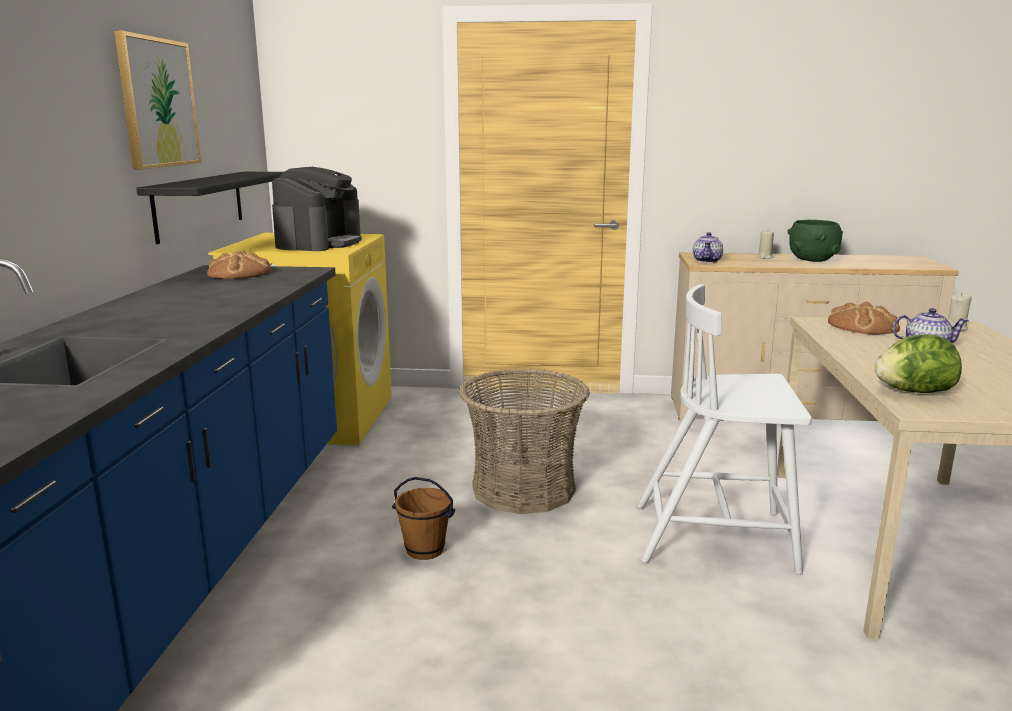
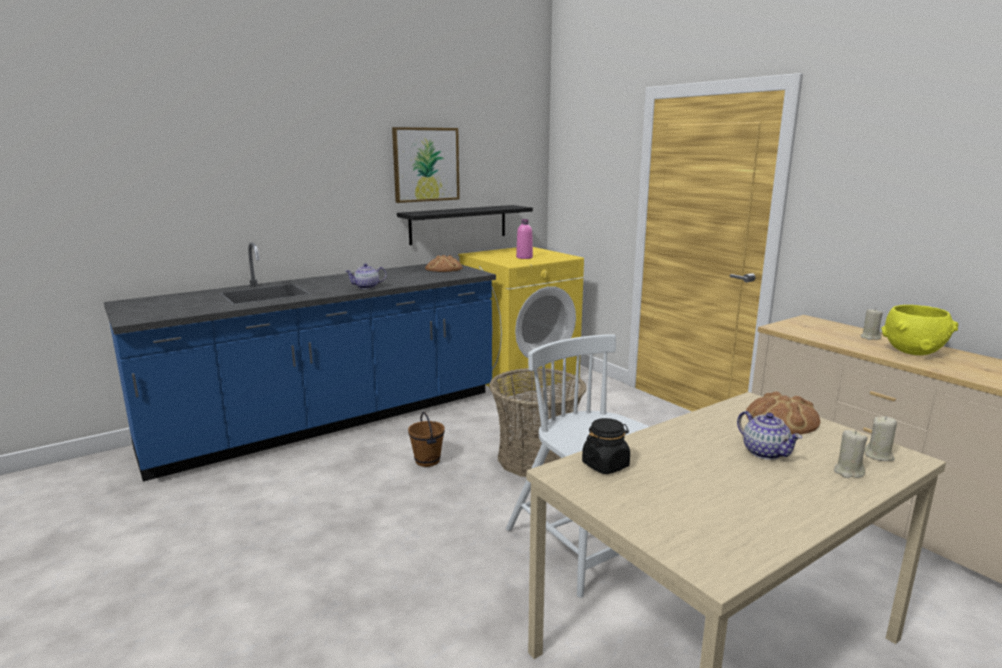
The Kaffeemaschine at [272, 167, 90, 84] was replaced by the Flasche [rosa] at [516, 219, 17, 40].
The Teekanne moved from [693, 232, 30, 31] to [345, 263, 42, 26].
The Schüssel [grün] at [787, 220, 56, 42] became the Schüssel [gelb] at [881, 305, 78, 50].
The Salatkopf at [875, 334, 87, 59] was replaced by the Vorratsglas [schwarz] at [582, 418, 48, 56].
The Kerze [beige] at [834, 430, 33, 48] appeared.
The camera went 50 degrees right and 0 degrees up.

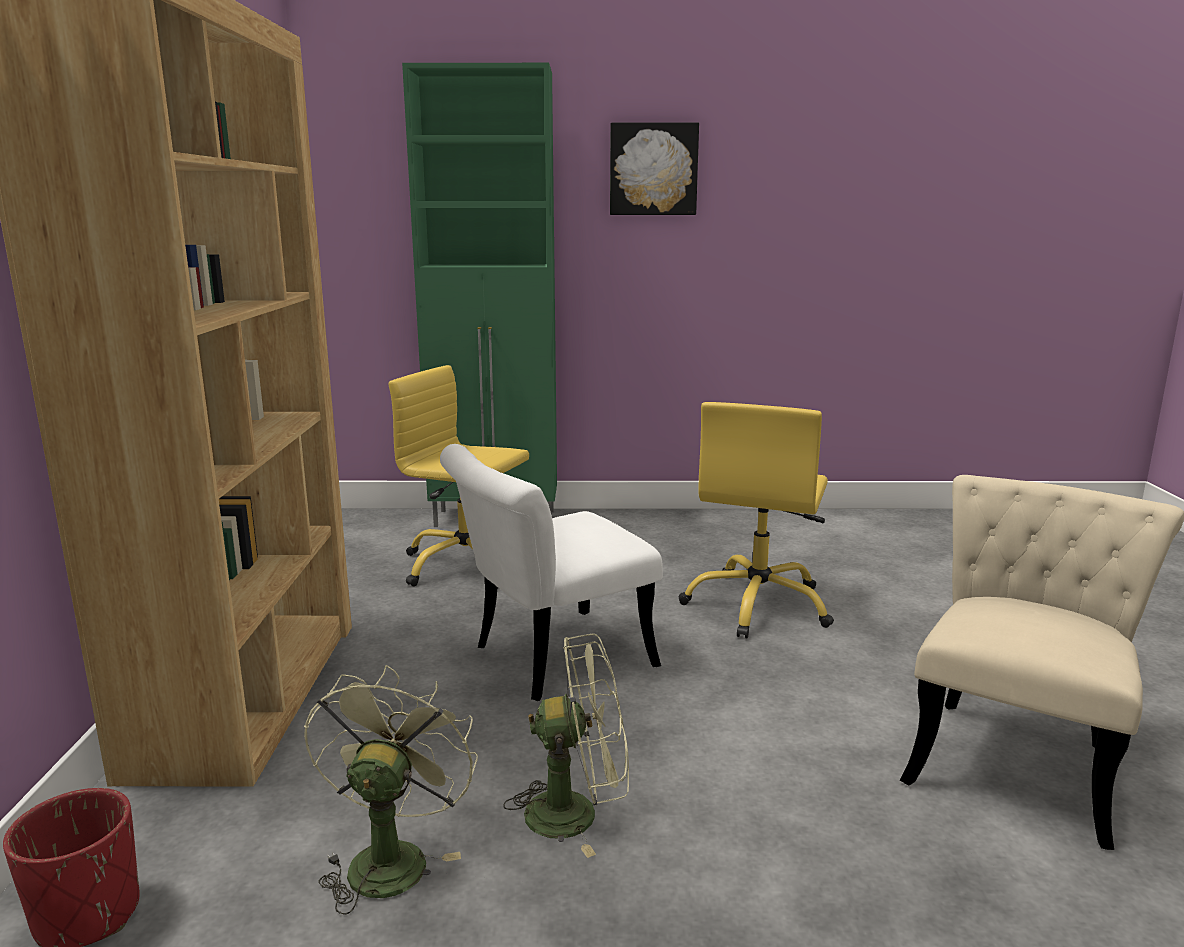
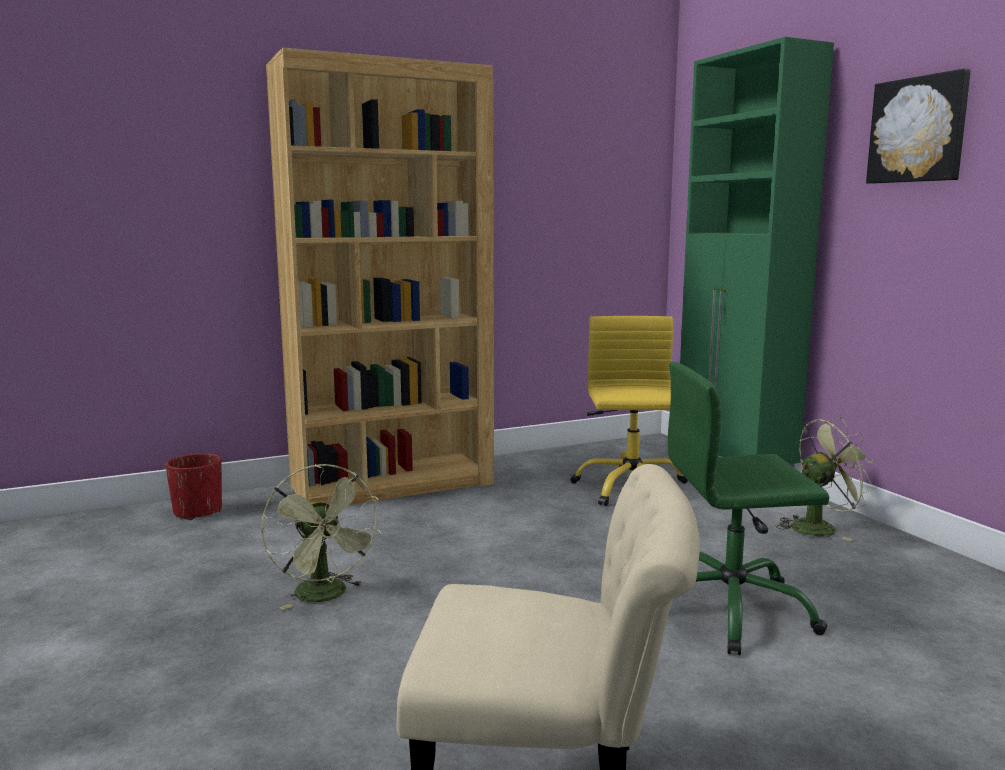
The Ventilator [grün] moved from [304, 665, 174, 250] to [776, 417, 101, 124].
The Stuhl [weiß] at [440, 444, 223, 257] disappeared.
The Bürostuhl [gelb] at [679, 402, 155, 236] became the Bürostuhl [grün] at [668, 361, 161, 294].
The camera went 65 degrees right and 5 degrees down.

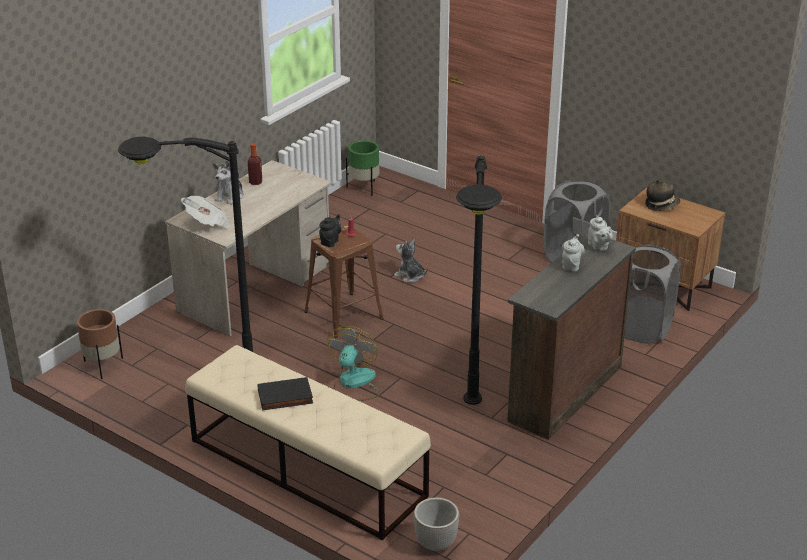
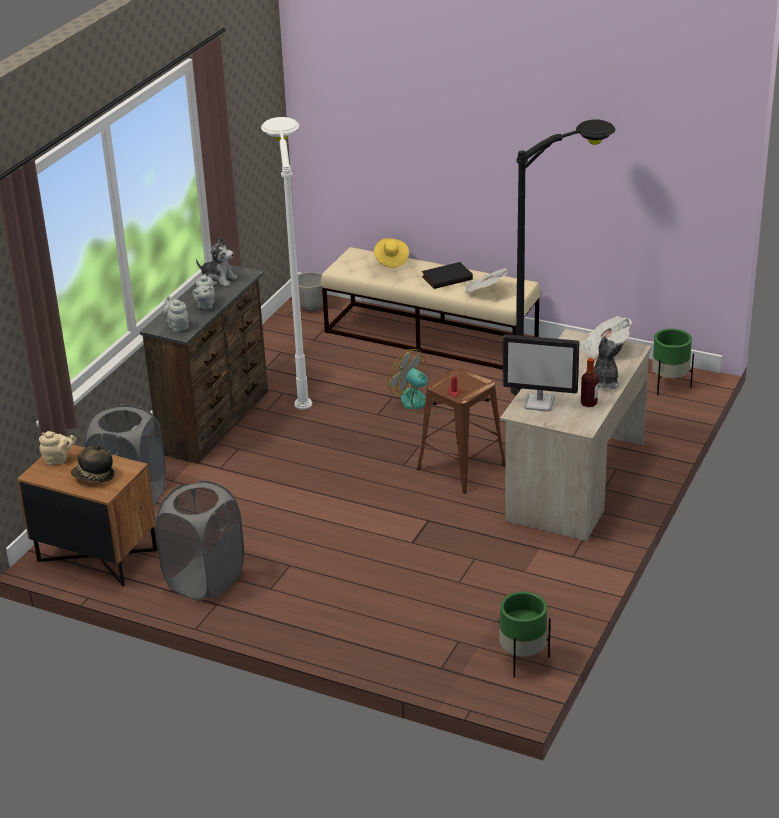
The Pflanzkübel [braun] at [77, 309, 46, 70] became the Pflanzkübel [grün] at [652, 328, 42, 67].
The Teekanne [schwarz] at [319, 214, 22, 33] disappeared.
The Ventilator at [327, 326, 53, 75] turned 120 degrees clockwise.
The Plüschtier moved from [394, 239, 34, 44] to [196, 238, 42, 48].
The Stehlampe [schwarz] at [456, 156, 46, 249] became the Stehlampe [weiß] at [261, 117, 51, 292].
The Teekanne [beige] at [39, 431, 37, 34] appeared.
The Hut [gelb] at [374, 238, 35, 30] appeared.
The Zeitung at [464, 268, 44, 25] appeared.
The Monitor at [503, 334, 77, 77] appeared.
The camera went 170 degrees right and 0 degrees up.

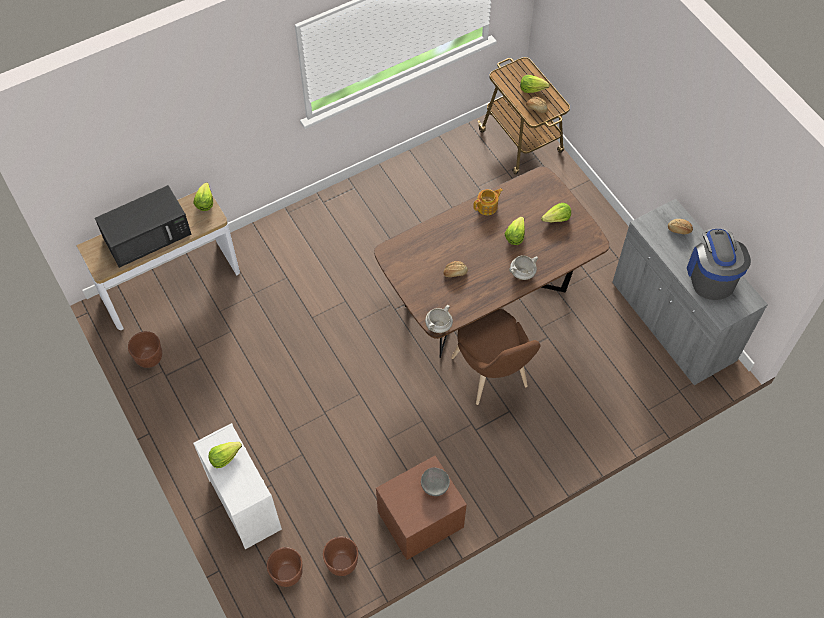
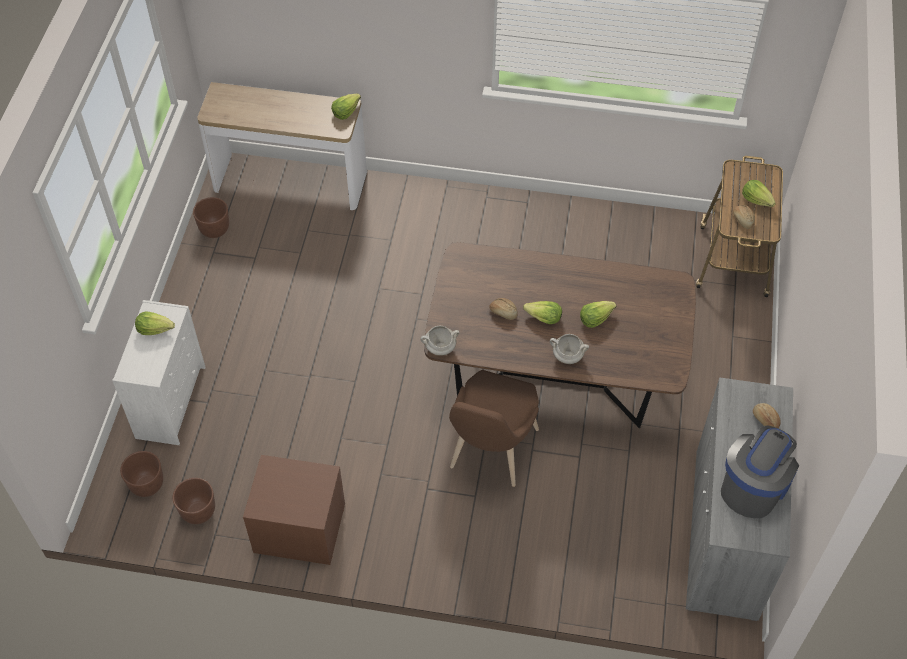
The Mikrowelle [schwarz] at [95, 185, 96, 83] disappeared.
The Schüssel [grau] at [421, 467, 29, 29] disappeared.
The Teekanne at [473, 188, 30, 27] disappeared.
The Salatkopf moved from [541, 203, 30, 19] to [523, 301, 39, 23].
The camera went 40 degrees right and 5 degrees down.

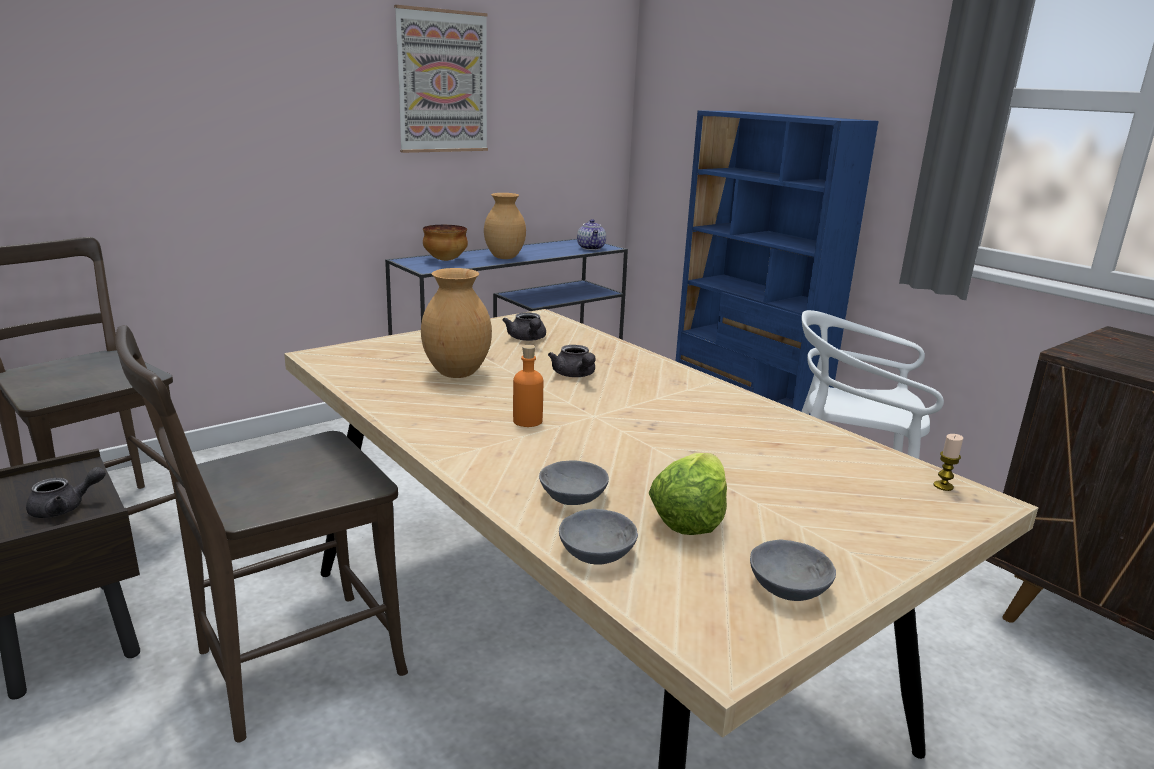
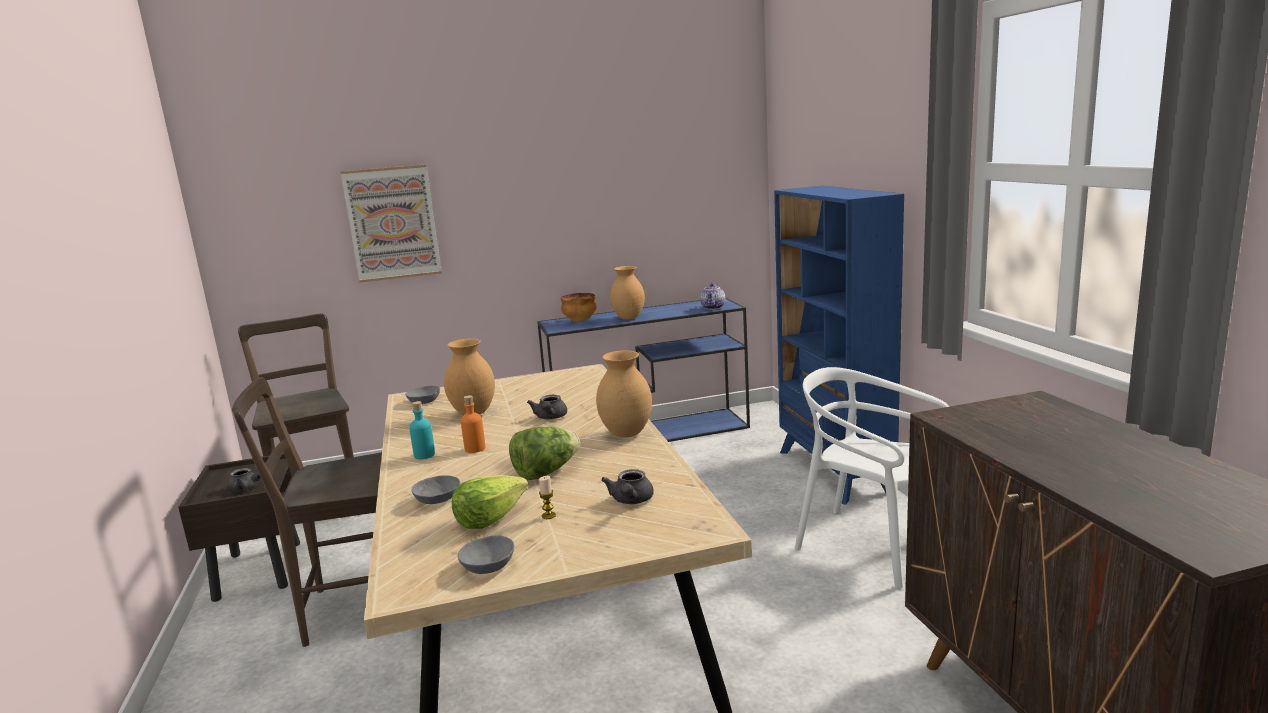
The Bild moved from [394, 5, 94, 148] to [341, 165, 101, 118].
The Teekanne [grau] moved from [502, 312, 44, 29] to [601, 469, 53, 35].
The Schüssel [grau] moved from [559, 509, 79, 56] to [405, 385, 35, 19].
The Kerze moved from [934, 434, 29, 57] to [539, 476, 17, 43].
The Flasche [türkis] at [409, 401, 26, 58] appeared.
The Salatkopf at [509, 427, 71, 53] appeared.
The Vase [braun] at [596, 350, 56, 88] appeared.
The camera went 25 degrees right and 5 degrees down.

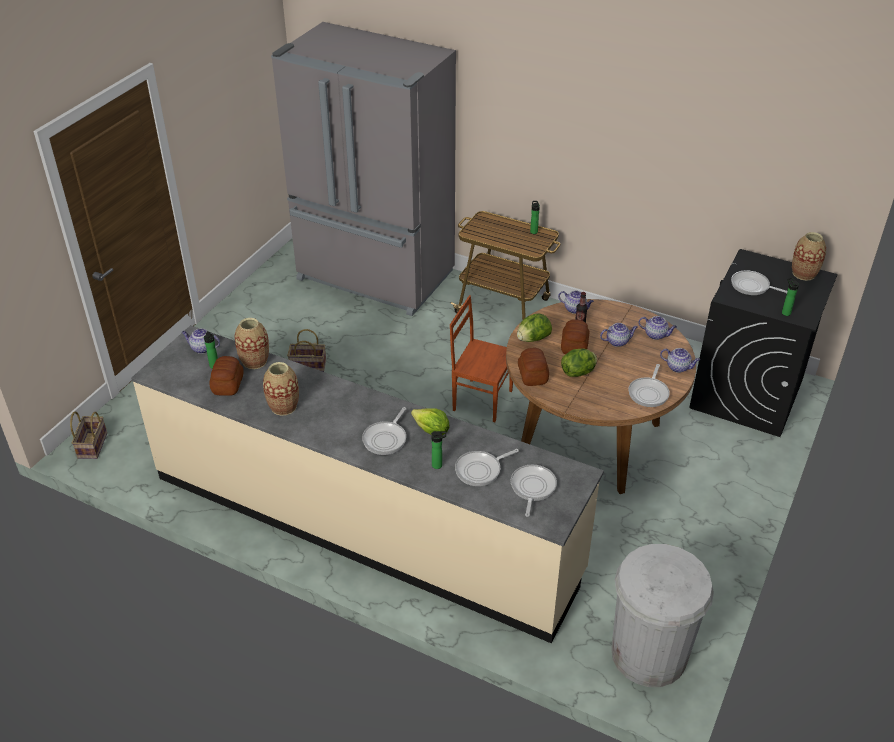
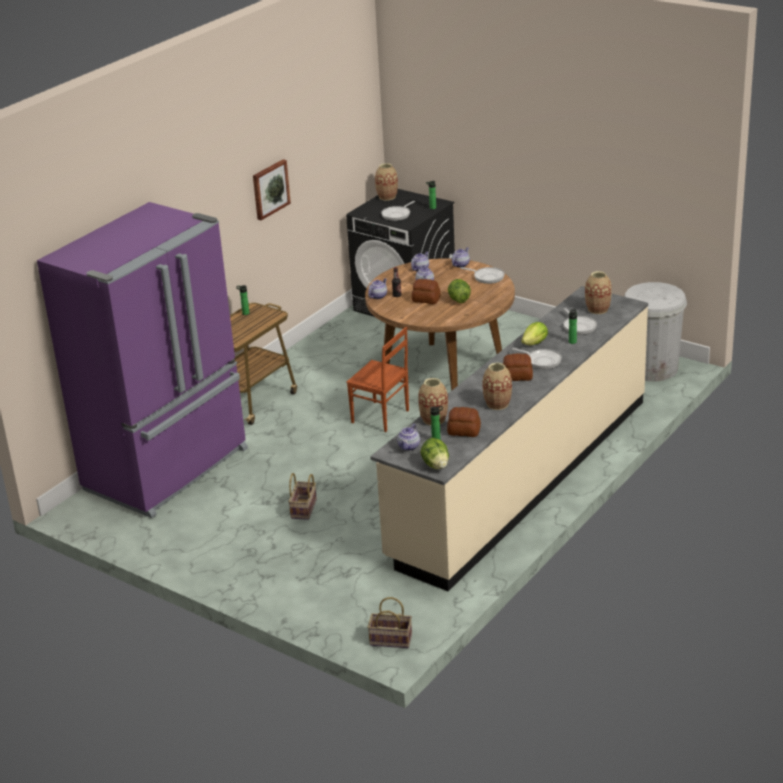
The Kühlschrank [grau] at [271, 22, 185, 294] became the Kühlschrank [lila] at [37, 202, 211, 316].
The Stuhl [braun] at [450, 295, 63, 127] turned 90 degrees counterclockwise.
The Pfanne at [511, 465, 46, 52] was replaced by the Vase at [585, 271, 27, 43].
The Salatkopf moved from [517, 314, 35, 28] to [420, 438, 29, 31].
The Brot moved from [518, 348, 31, 38] to [503, 354, 30, 27].
The Bild at [253, 159, 38, 61] appeared.
The camera went 80 degrees left and 10 degrees down.

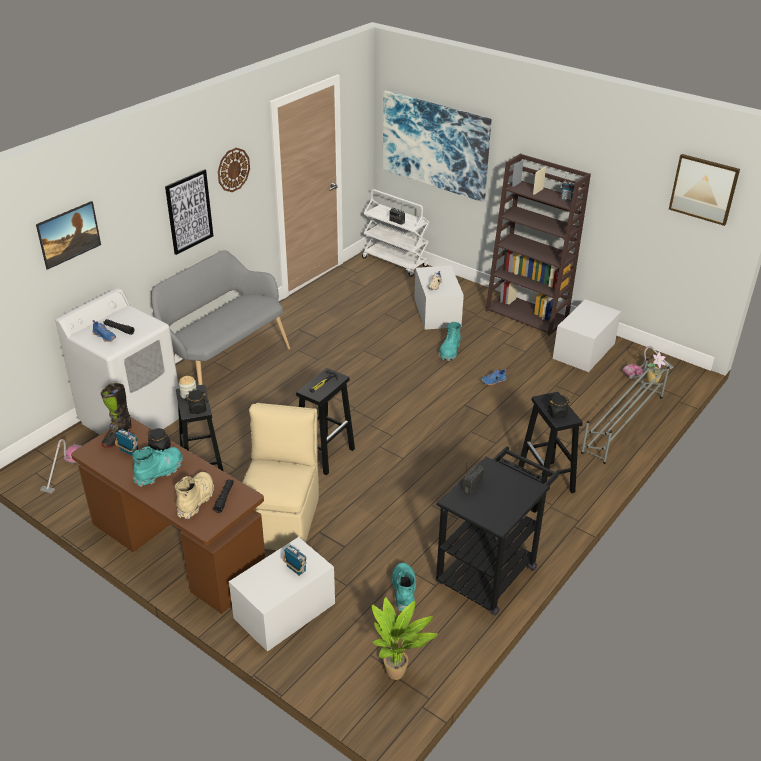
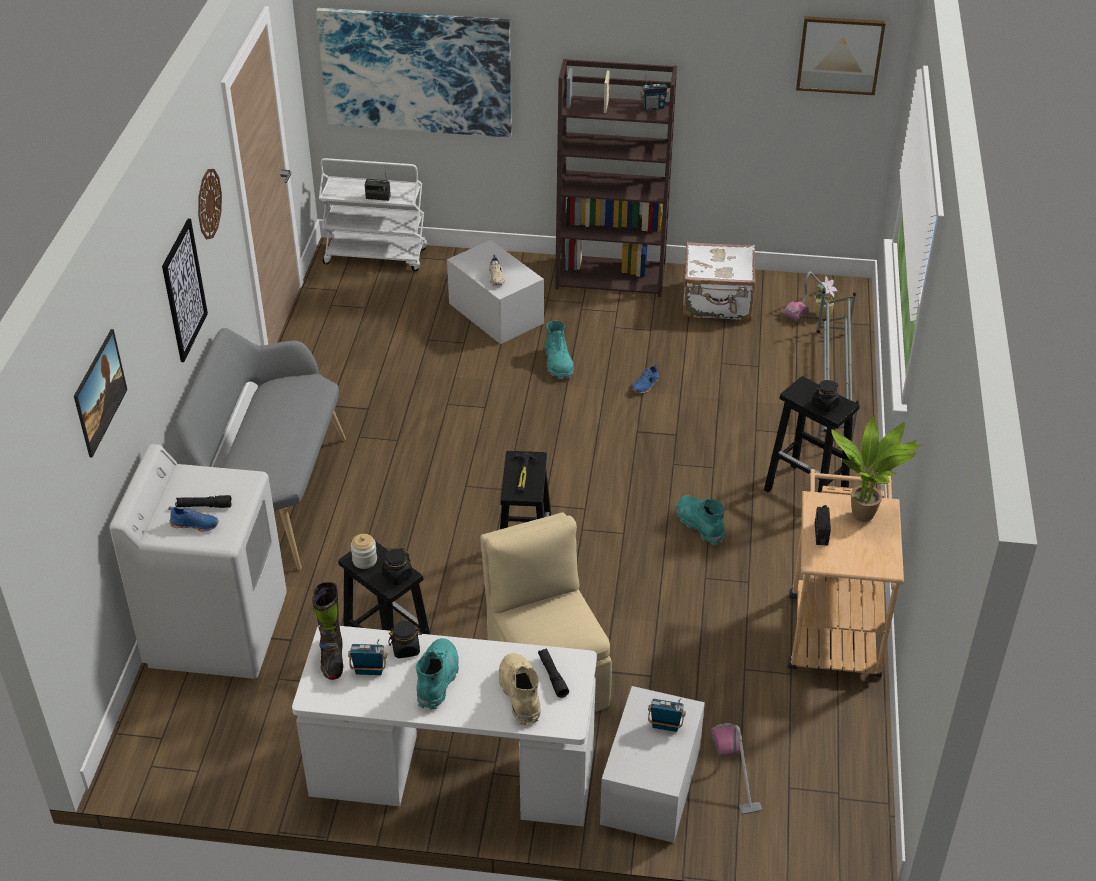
The Staubsauger moved from [40, 439, 42, 54] to [711, 723, 51, 92].
The Schreibtisch [braun] at [71, 417, 194, 197] became the Schreibtisch [weiß] at [292, 626, 305, 201].
The Topfpflanze moved from [372, 597, 66, 83] to [831, 416, 91, 106].
The Stiefel [türkis] moved from [392, 563, 24, 48] to [676, 496, 49, 49].
The Rollwagen [schwarz] at [436, 446, 124, 169] became the Rollwagen [beige] at [788, 469, 116, 209].
The Aufbewahrungsbox [weiß] at [553, 299, 68, 73] was replaced by the Koffer [weiß] at [683, 242, 73, 79].
The camera went 30 degrees left and 5 degrees up.

